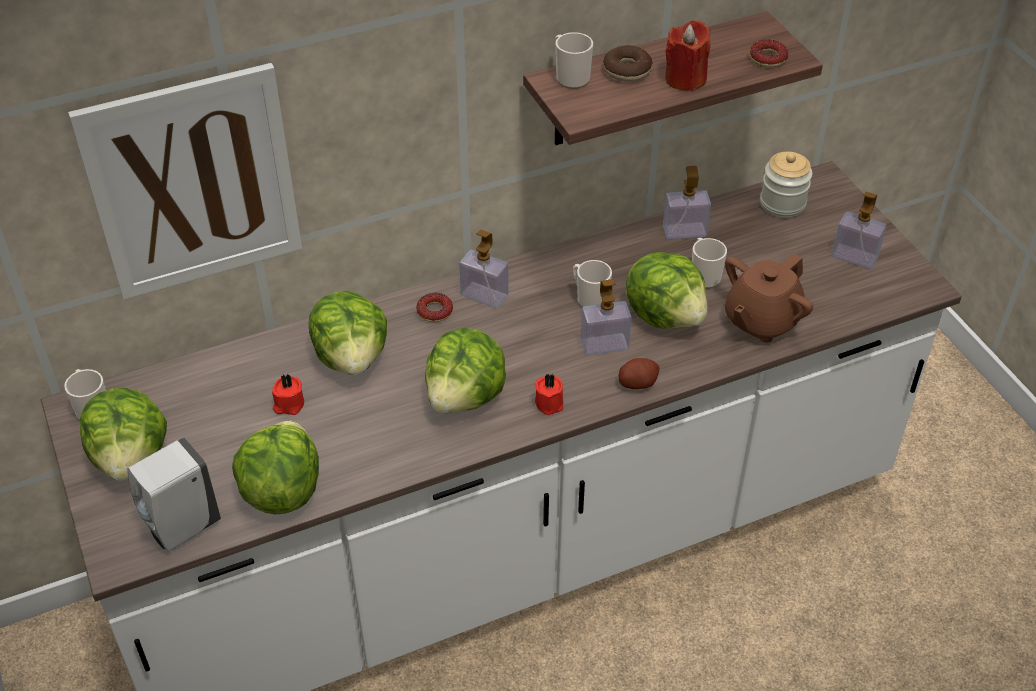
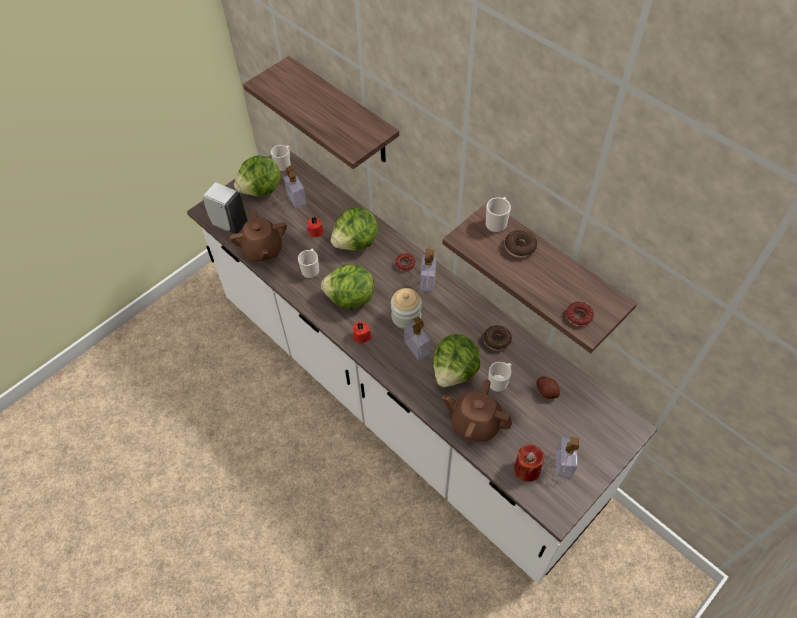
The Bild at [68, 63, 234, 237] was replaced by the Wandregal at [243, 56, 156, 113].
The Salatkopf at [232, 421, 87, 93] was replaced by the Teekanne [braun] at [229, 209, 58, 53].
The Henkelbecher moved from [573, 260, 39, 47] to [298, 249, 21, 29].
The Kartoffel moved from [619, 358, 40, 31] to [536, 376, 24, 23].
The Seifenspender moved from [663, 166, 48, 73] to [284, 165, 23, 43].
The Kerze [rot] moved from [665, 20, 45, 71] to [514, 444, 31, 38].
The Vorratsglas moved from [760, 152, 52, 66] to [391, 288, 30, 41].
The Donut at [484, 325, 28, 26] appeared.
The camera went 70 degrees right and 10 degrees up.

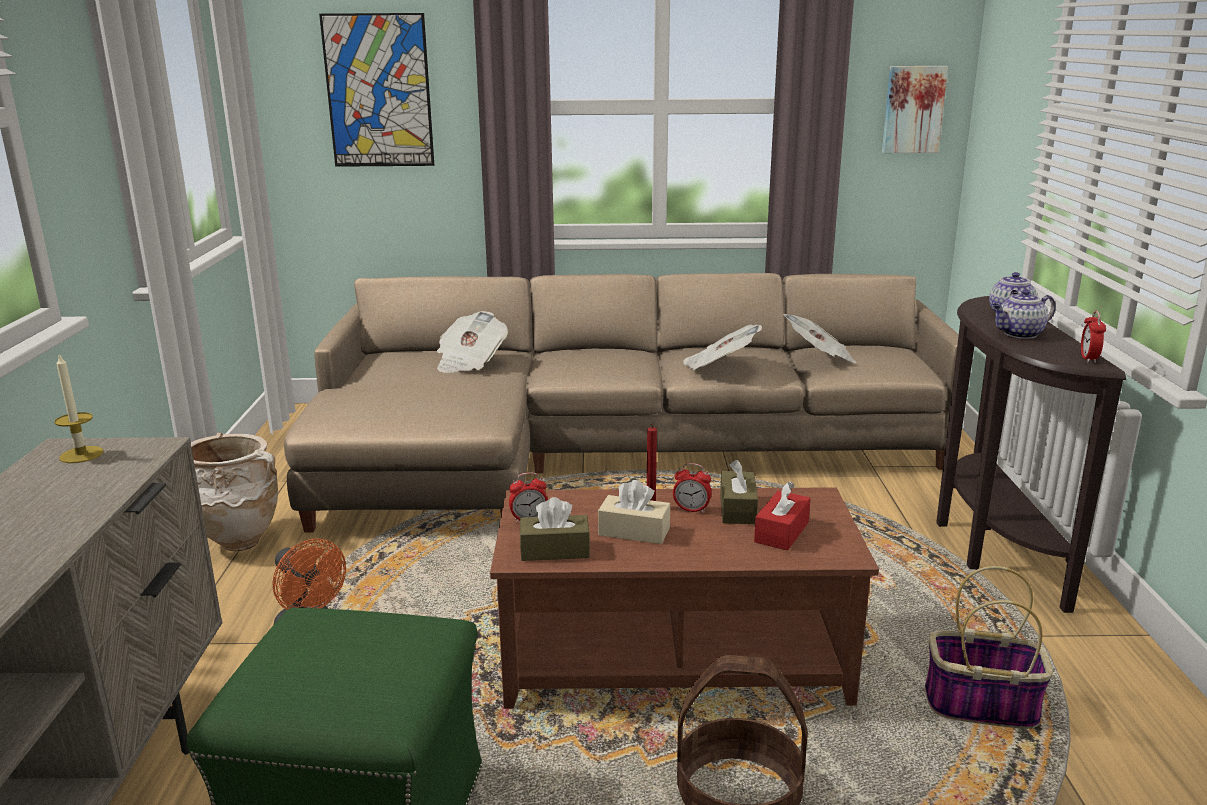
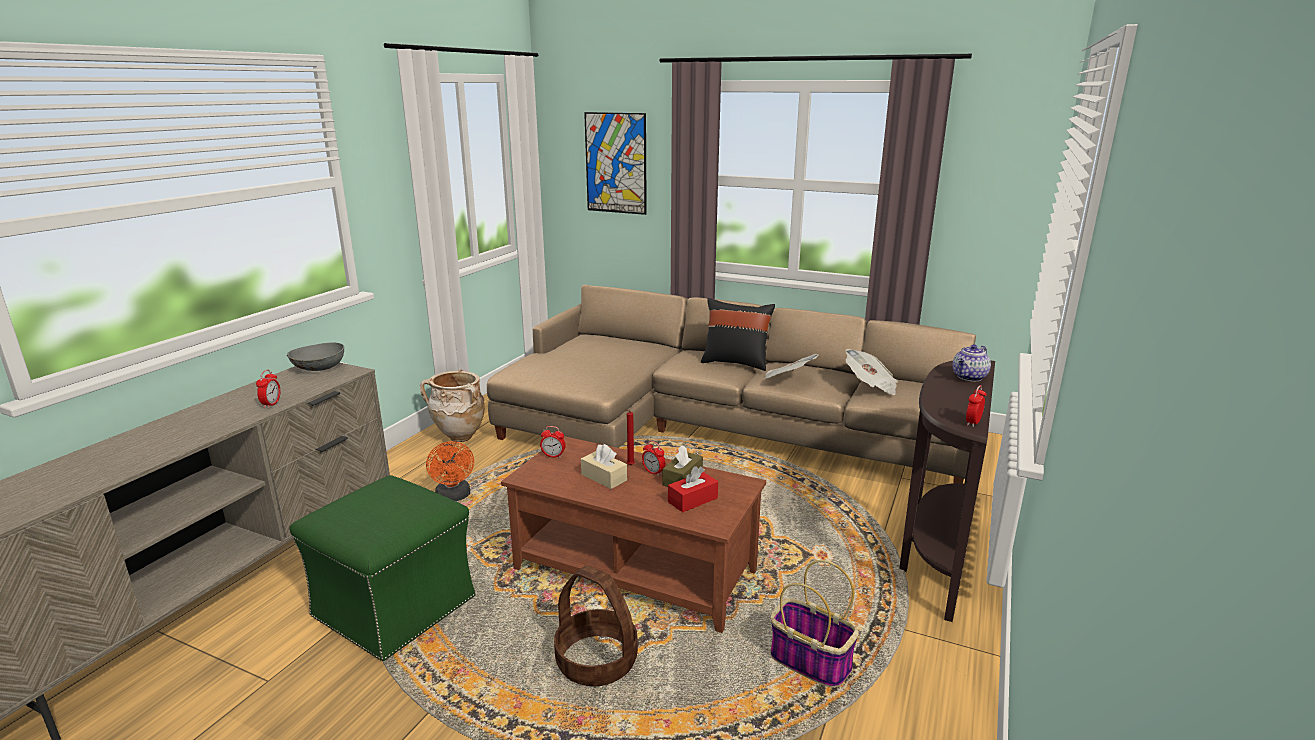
The Kerze at [55, 354, 48, 109] was replaced by the Schüssel [grau] at [287, 343, 57, 28].
The Zeitung at [437, 311, 71, 62] disappeared.
The Taschentuchbox [braun] at [520, 497, 70, 64] disappeared.
The Bild at [882, 66, 66, 87] disappeared.
The Teekanne at [992, 289, 64, 50] disappeared.
The Wecker at [256, 370, 24, 38] appeared.
The Kissen [schwarz] at [701, 298, 74, 73] appeared.
The camera went 25 degrees right and 0 degrees up.

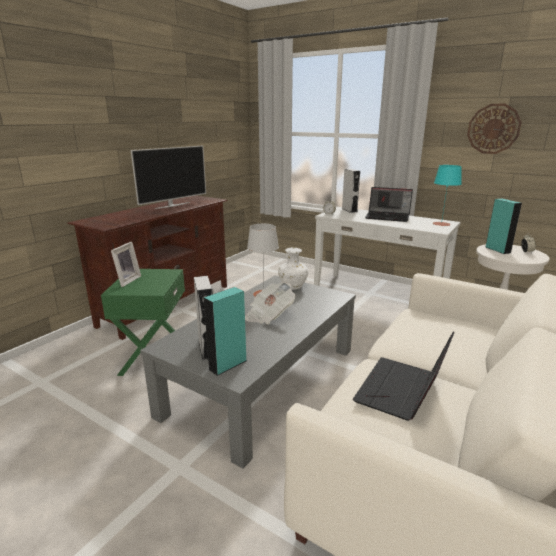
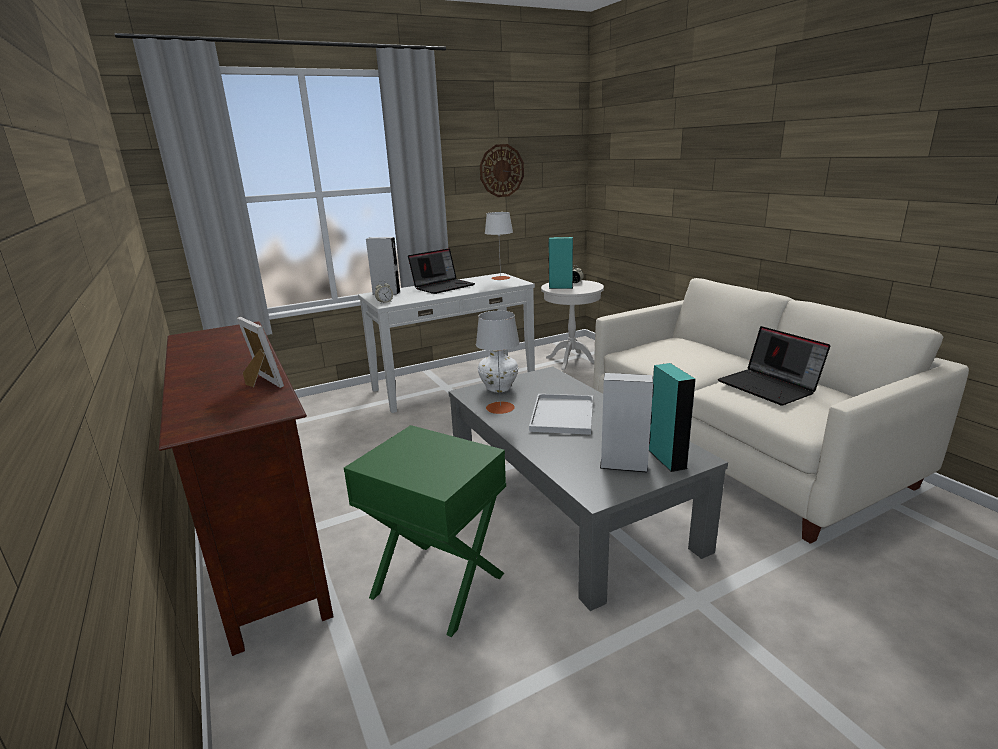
The Bilderrahmen moved from [111, 242, 30, 45] to [237, 317, 47, 71].
The Fernseher at [131, 146, 75, 63] disappeared.
The Zeitung at [245, 282, 50, 42] was replaced by the Tablett [weiß] at [529, 394, 64, 41].
The Tischlampe [türkis] at [433, 165, 29, 61] became the Tischlampe [weiß] at [485, 212, 28, 68].
The camera went 60 degrees left and 0 degrees up.

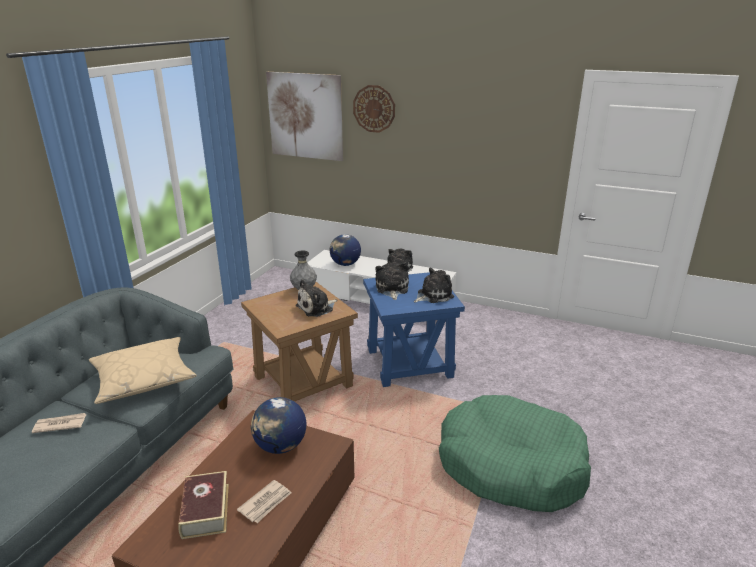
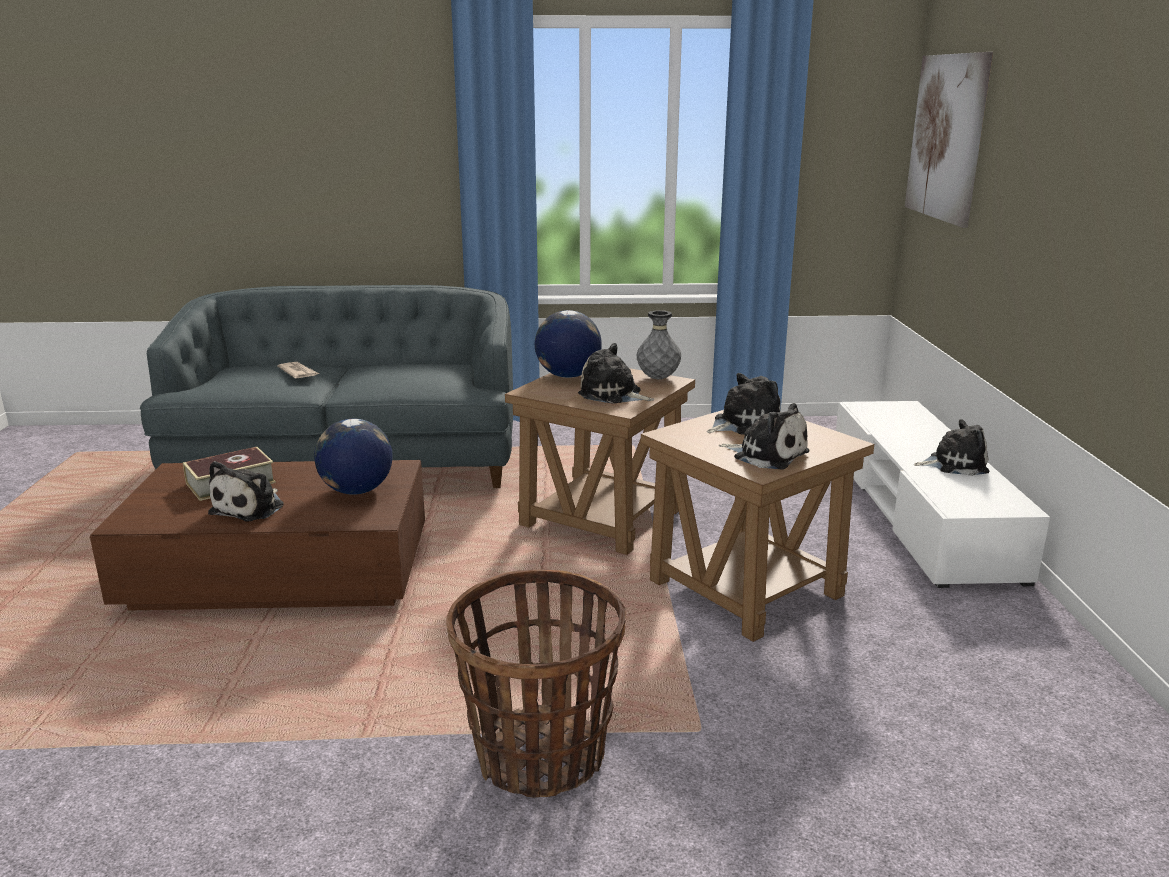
The Kissen [beige] at [89, 337, 108, 67] disappeared.
The Zeitung at [237, 480, 54, 43] was replaced by the Plüschtier at [208, 461, 76, 60].
The Globus moved from [330, 234, 31, 32] to [535, 310, 67, 68].
The Wanduhr at [353, 85, 42, 48] disappeared.
The Beistelltisch [blau] at [363, 272, 102, 115] became the Beistelltisch [braun] at [641, 410, 233, 232].
The Hundebett [grün] at [439, 395, 152, 117] was replaced by the Korb at [446, 570, 180, 228].
The camera went 65 degrees right and 5 degrees down.

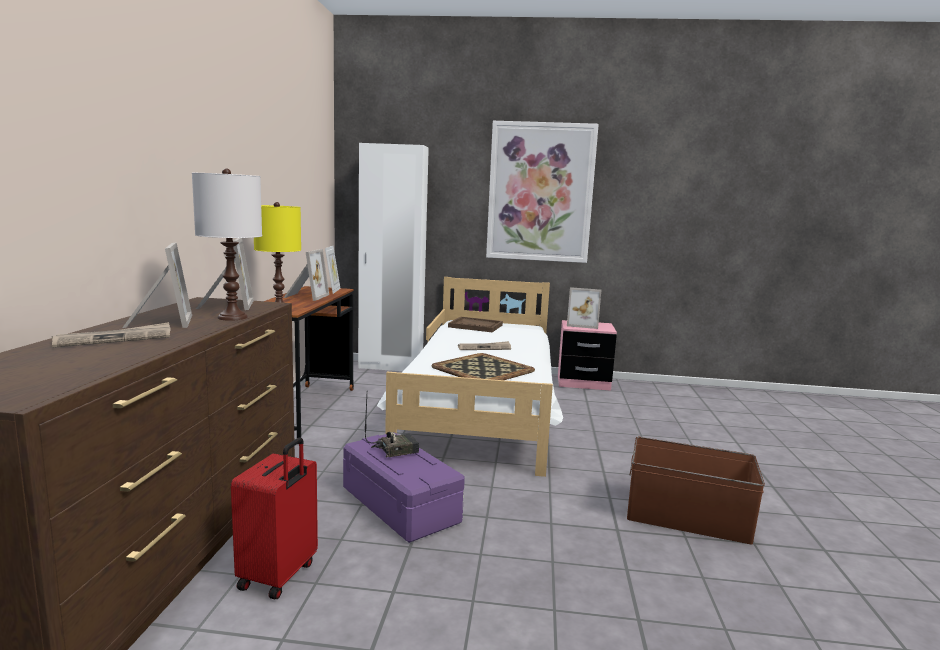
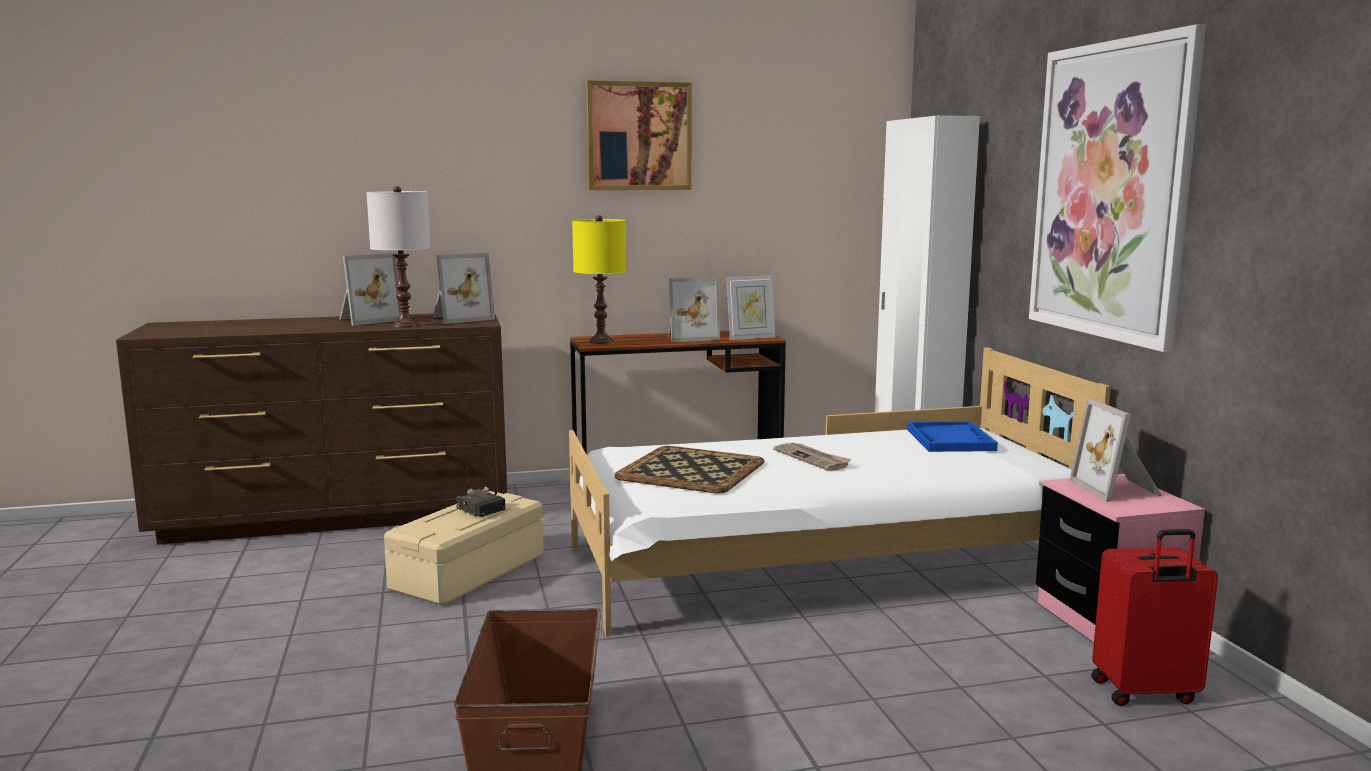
The Zeitung at [52, 322, 118, 26] disappeared.
The Koffer [rot] moved from [231, 437, 87, 162] to [1091, 529, 127, 177].
The Aufbewahrungsbox [lila] at [343, 432, 122, 111] became the Aufbewahrungsbox [beige] at [384, 491, 160, 115].
The Tablett [braun] at [448, 316, 55, 16] became the Tablett [blau] at [907, 421, 91, 31].
The Bild at [586, 80, 106, 110] appeared.
The camera went 70 degrees right and 0 degrees up.

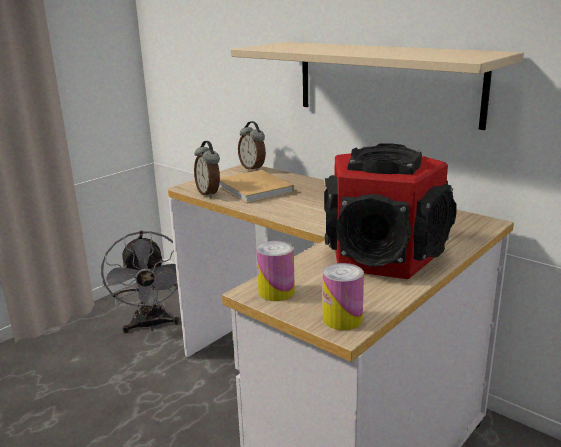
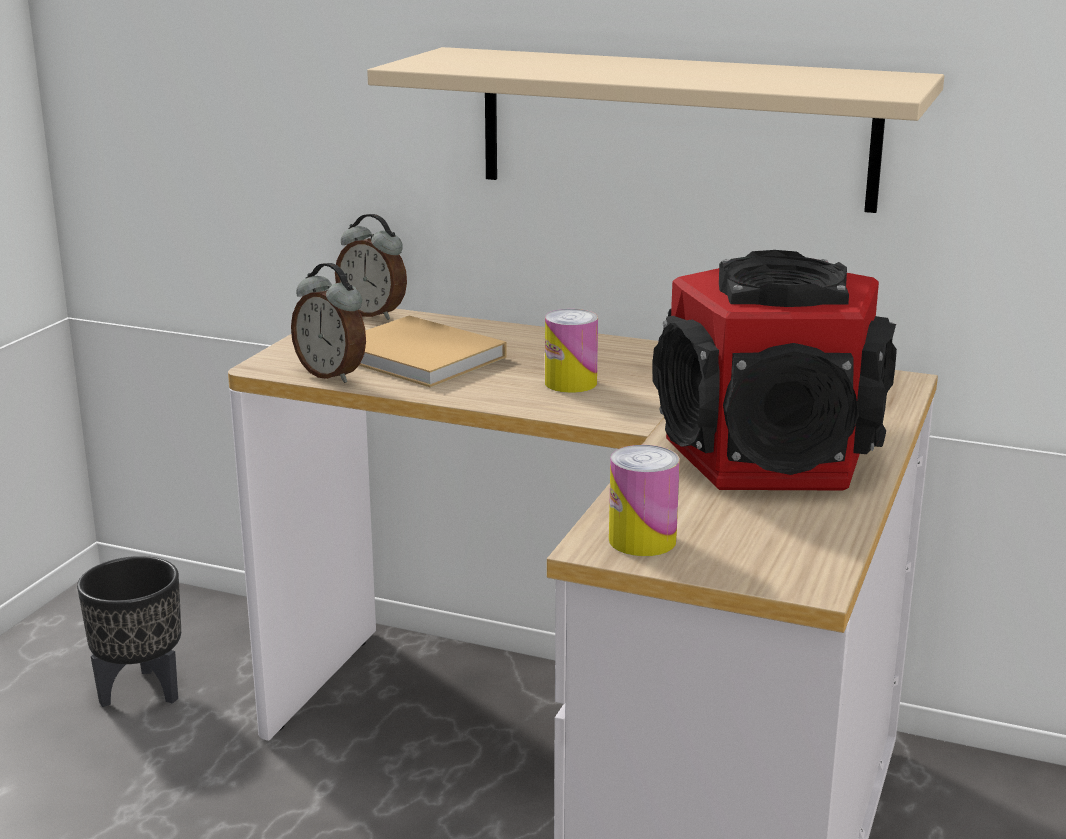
The Ventilator [grau] at [101, 230, 78, 103] was replaced by the Pflanzkübel [schwarz] at [77, 556, 104, 151].
The Dose moved from [323, 263, 41, 67] to [545, 309, 53, 84].
The camera went 20 degrees left and 0 degrees up.

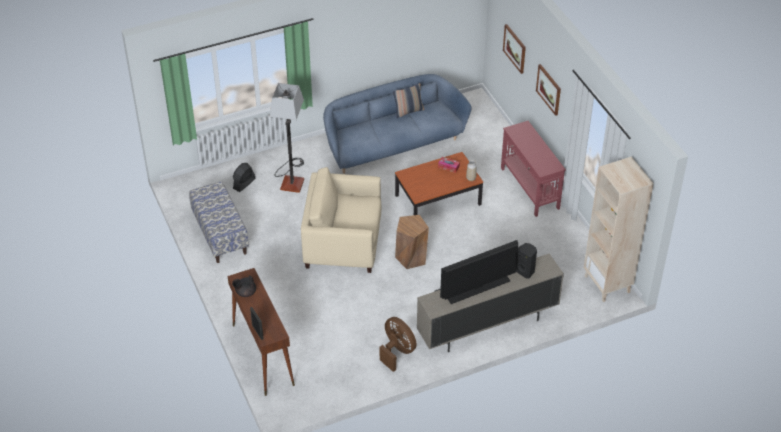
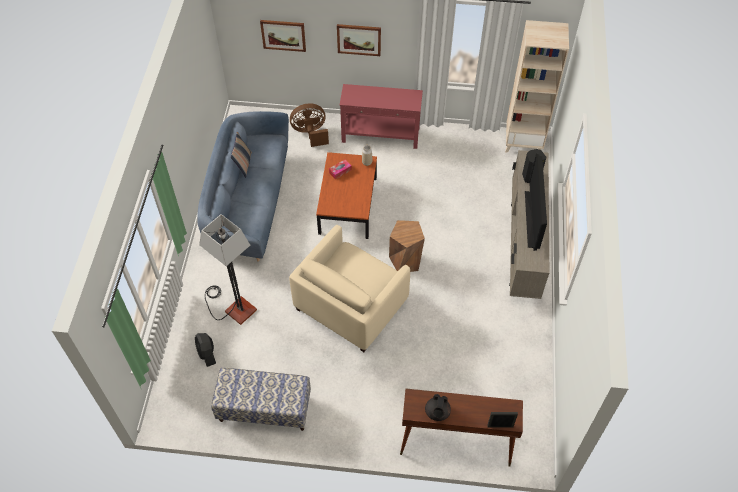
The Ventilator [braun] moved from [380, 317, 36, 55] to [290, 103, 39, 44].
The camera went 60 degrees left and 10 degrees up.

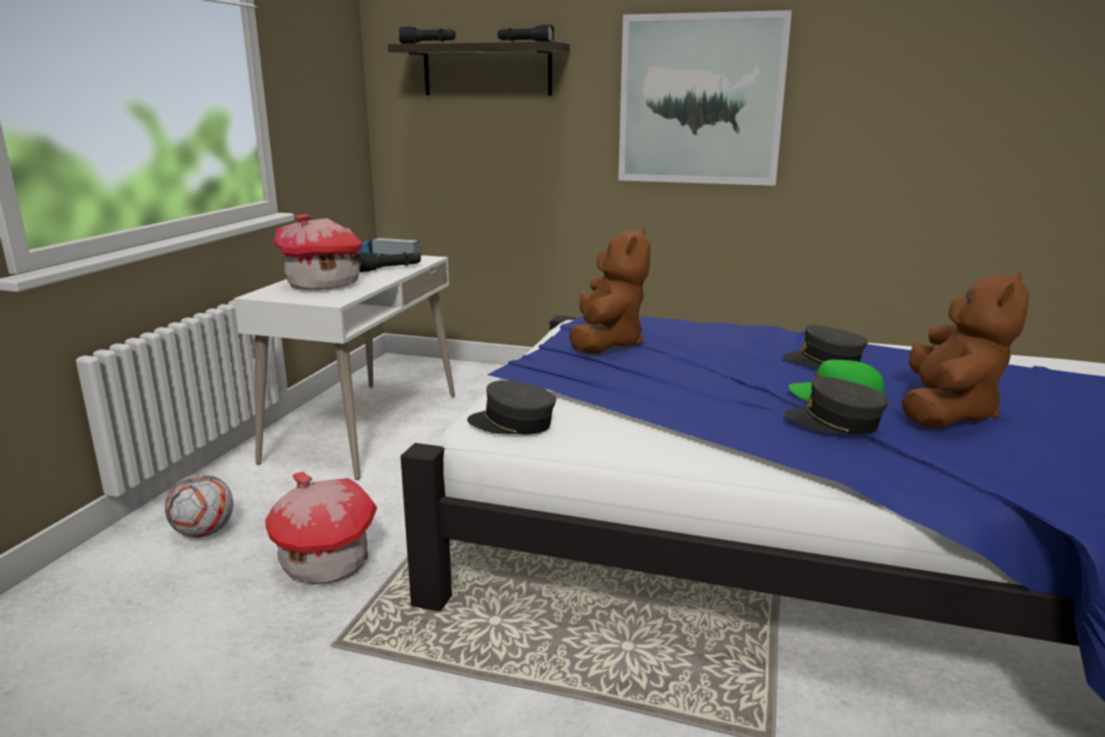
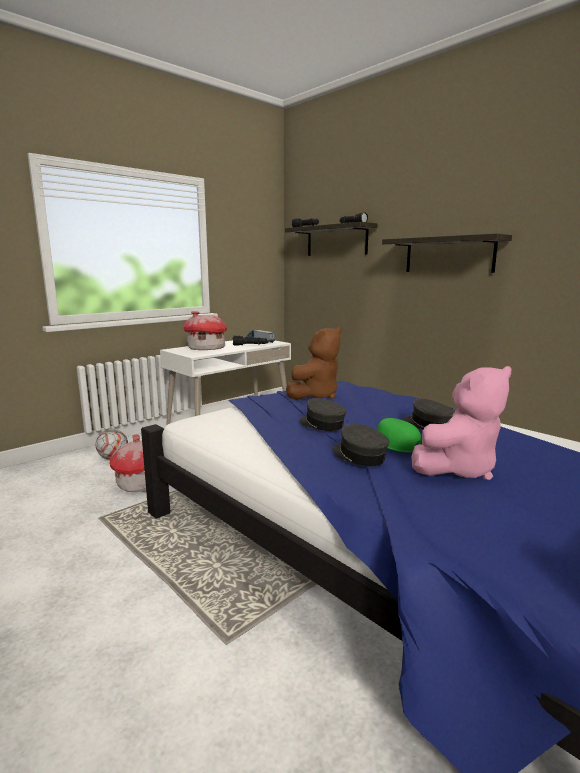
The Kappe [grau] moved from [467, 380, 89, 54] to [299, 398, 47, 33].
The Bild at [618, 10, 174, 176] was replaced by the Wandregal at [382, 233, 130, 40].
The Plüschtier [braun] at [901, 271, 128, 157] became the Plüschtier [rosa] at [411, 366, 101, 114].
The camera went 30 degrees right and 5 degrees down.

